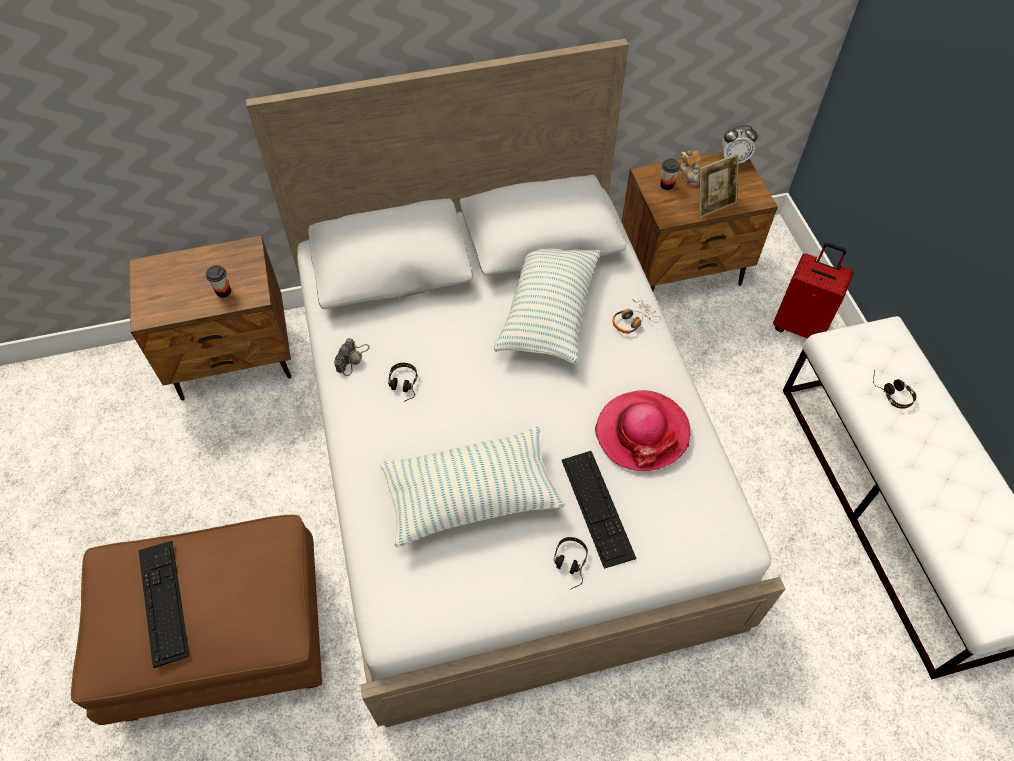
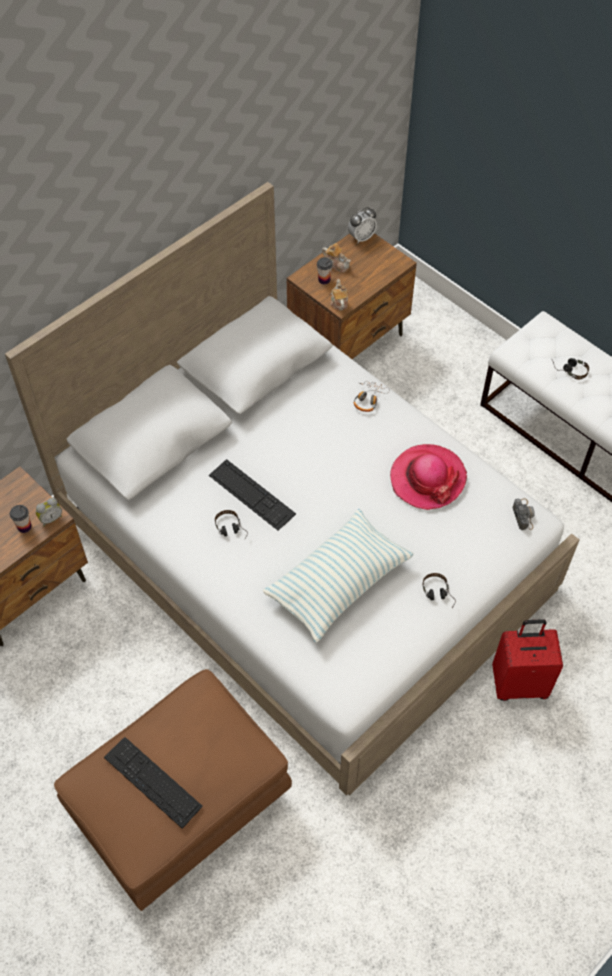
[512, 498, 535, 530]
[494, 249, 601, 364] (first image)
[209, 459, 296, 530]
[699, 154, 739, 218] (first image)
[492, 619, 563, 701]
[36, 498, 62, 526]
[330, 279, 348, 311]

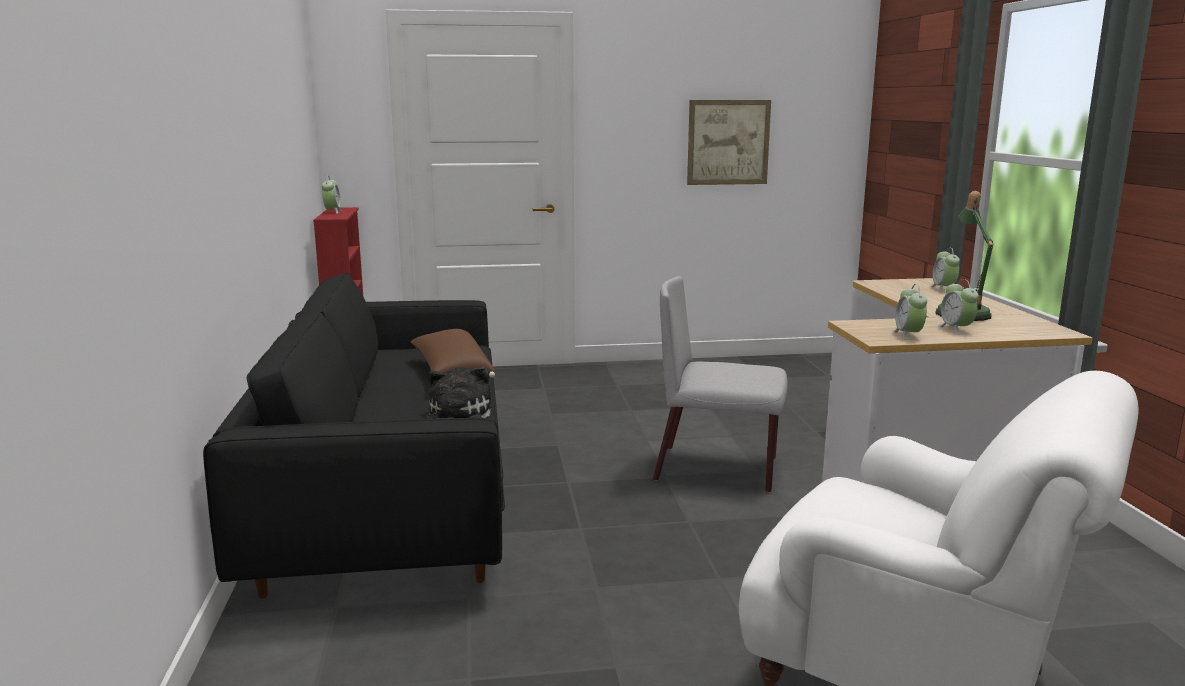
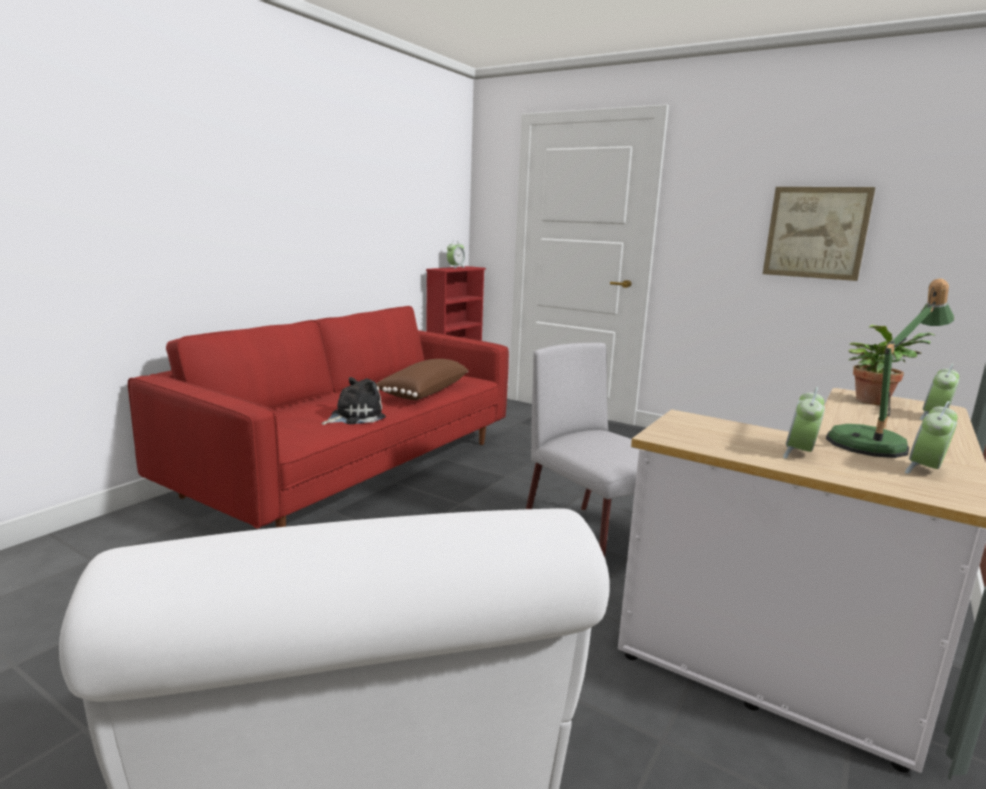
[128, 306, 509, 528]
[905, 401, 958, 474]
[848, 325, 935, 405]

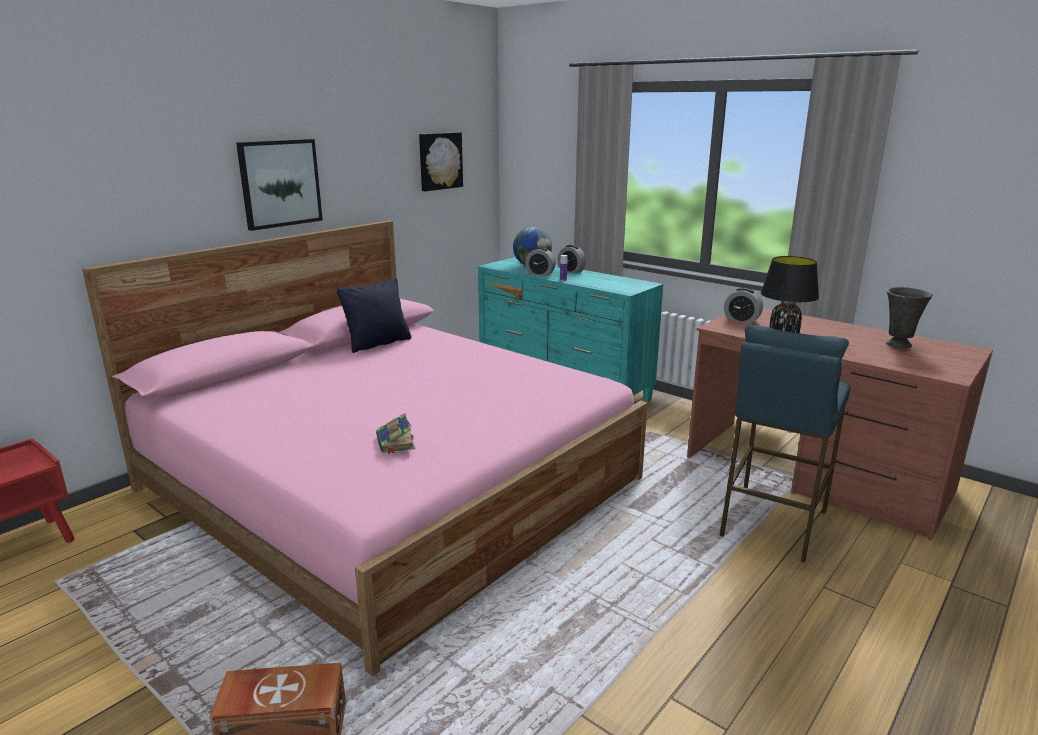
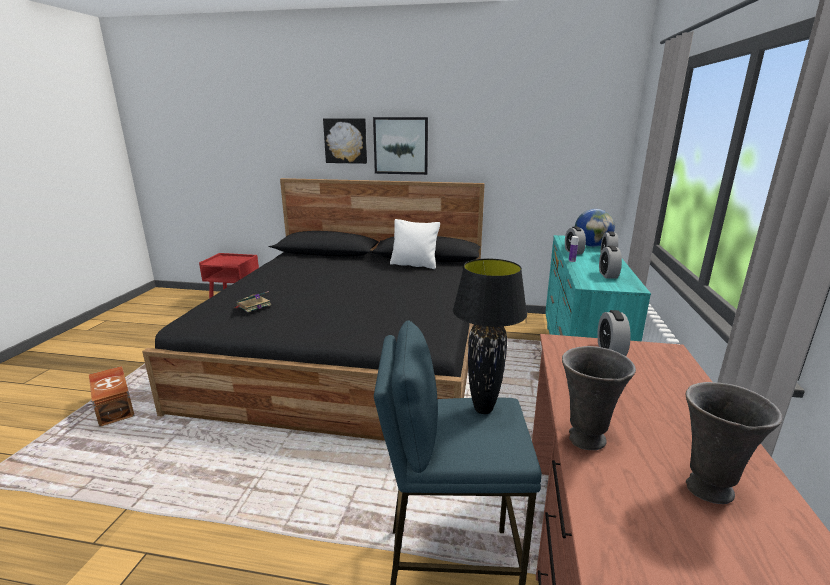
[142, 178, 485, 441]
[390, 219, 440, 269]
[323, 118, 367, 164]
[562, 346, 636, 450]
[599, 246, 622, 279]

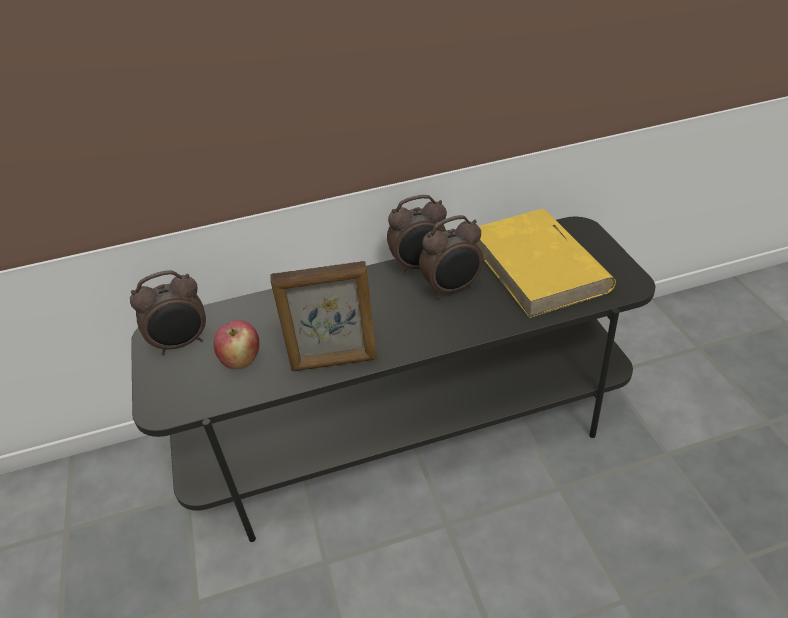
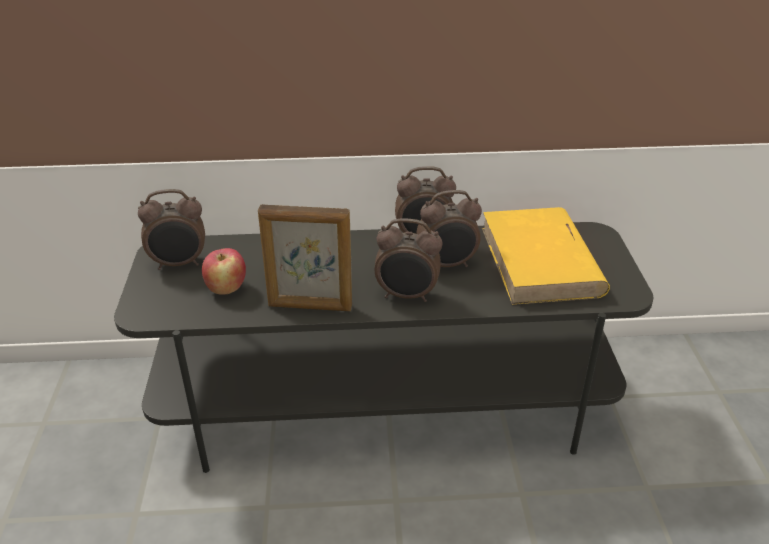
[375, 218, 442, 302]

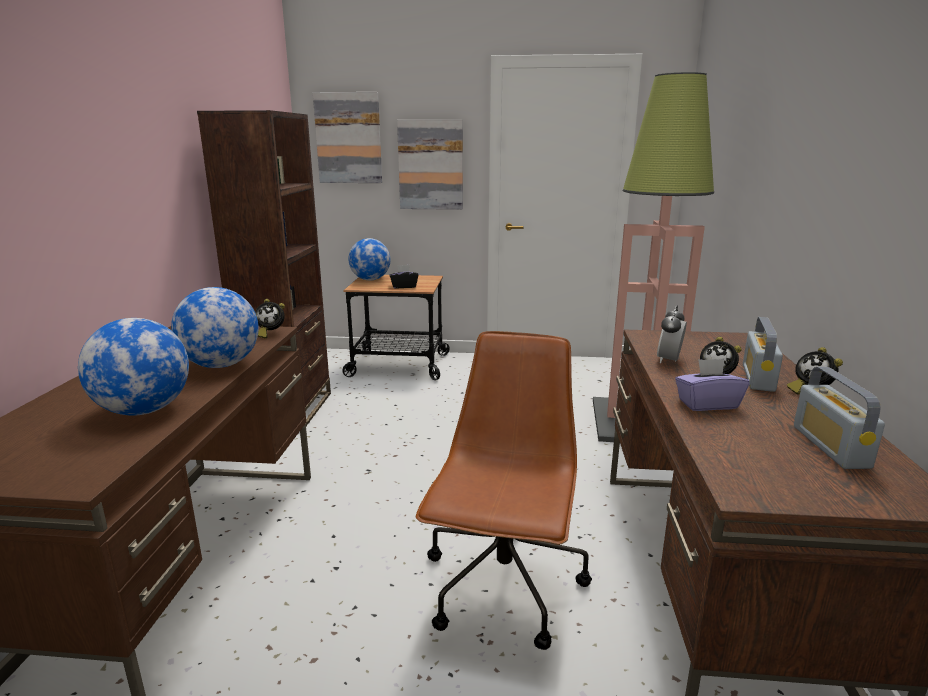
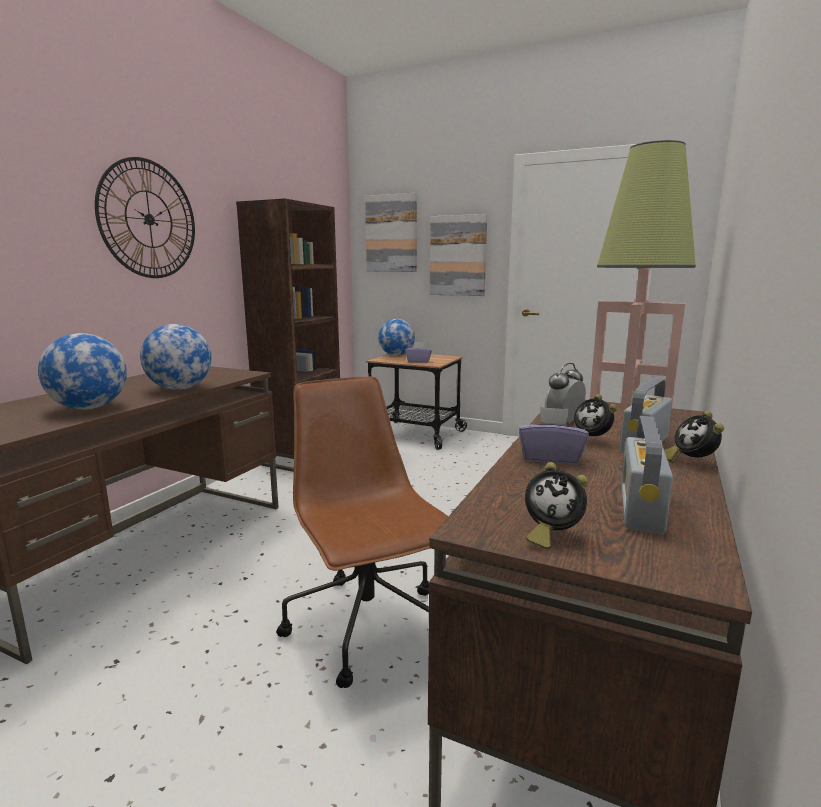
[525, 462, 588, 549]
[405, 342, 432, 363]
[276, 376, 448, 688]
[95, 157, 195, 278]

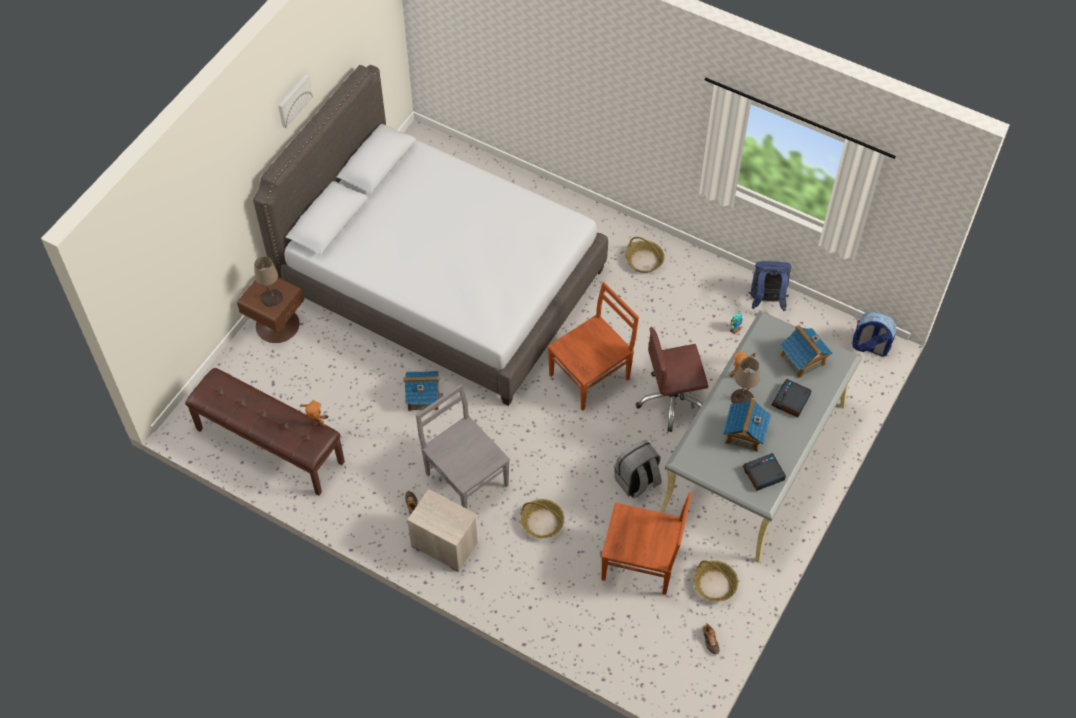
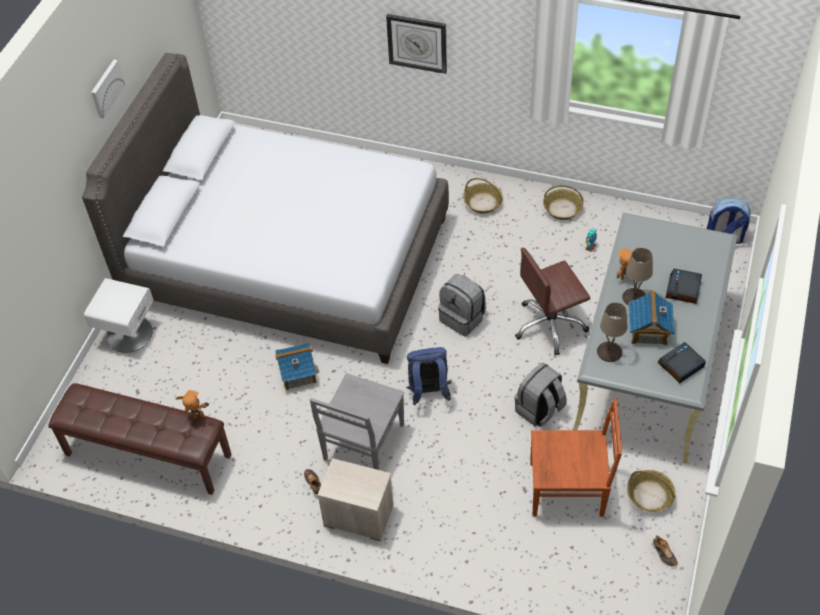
[84, 278, 153, 353]
[597, 302, 627, 362]
[310, 373, 404, 470]
[543, 185, 584, 220]
[438, 274, 486, 336]
[406, 347, 451, 405]
[780, 325, 832, 378] (first image)
[386, 14, 447, 74]

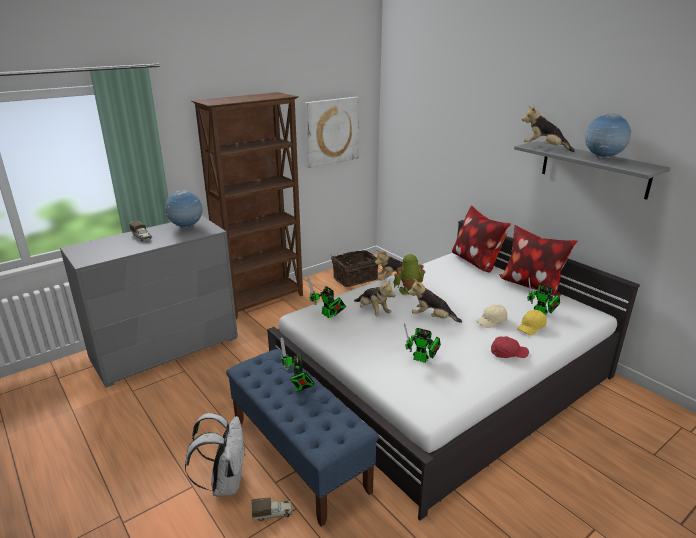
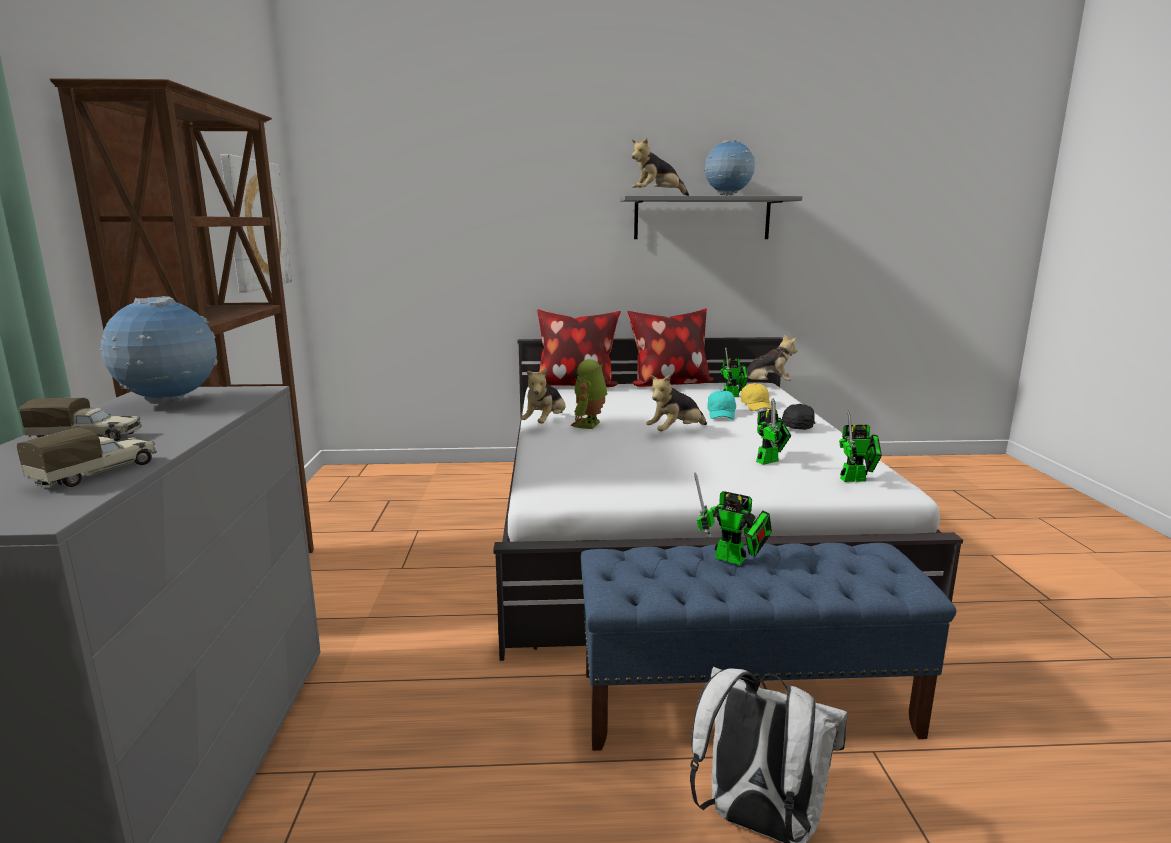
[17, 428, 157, 487]
[839, 411, 882, 482]
[331, 250, 378, 287] (first image)
[737, 334, 797, 385]
[707, 390, 736, 420]
[782, 404, 815, 430]

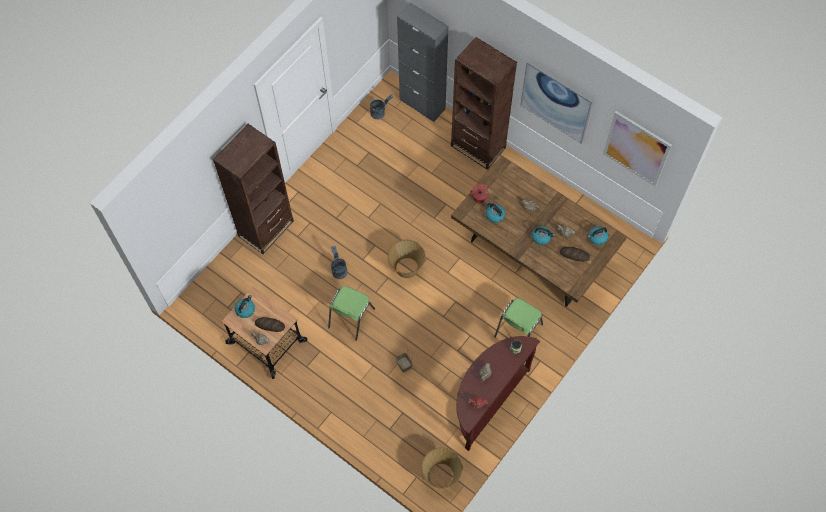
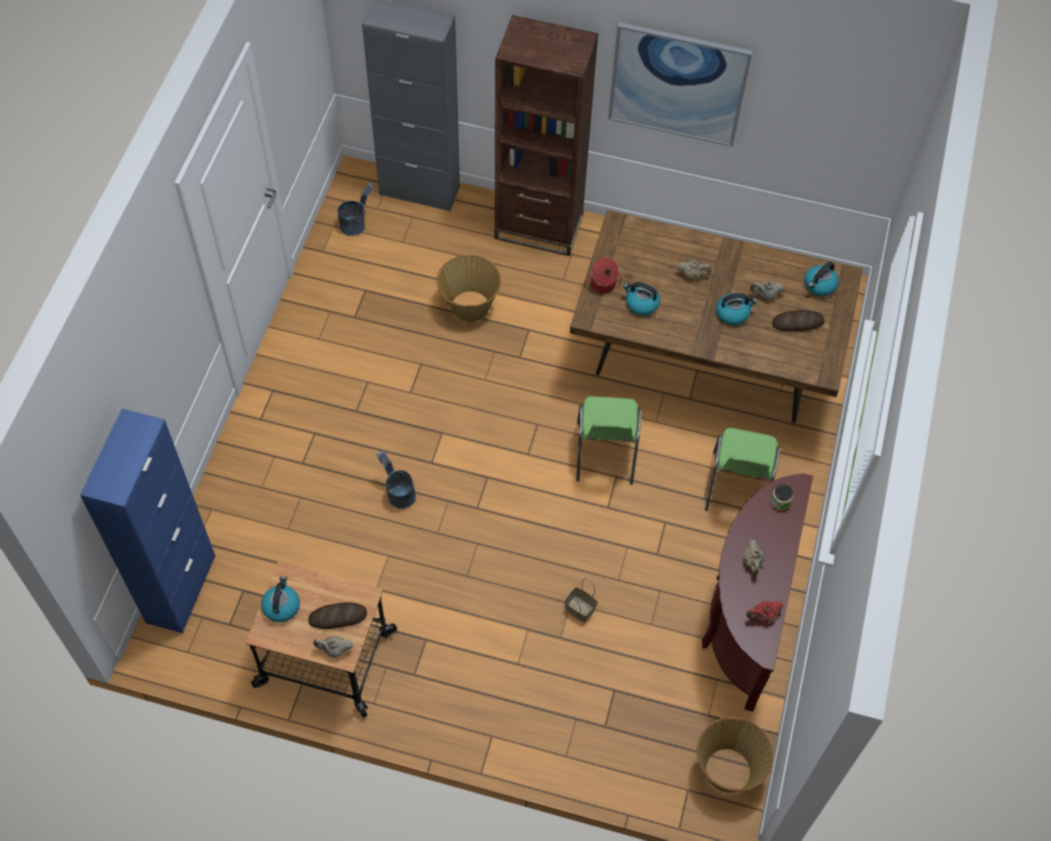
[213, 124, 294, 254] (first image)
[576, 396, 641, 485]
[437, 255, 501, 322]
[603, 111, 672, 186] (first image)
[80, 409, 215, 633]

